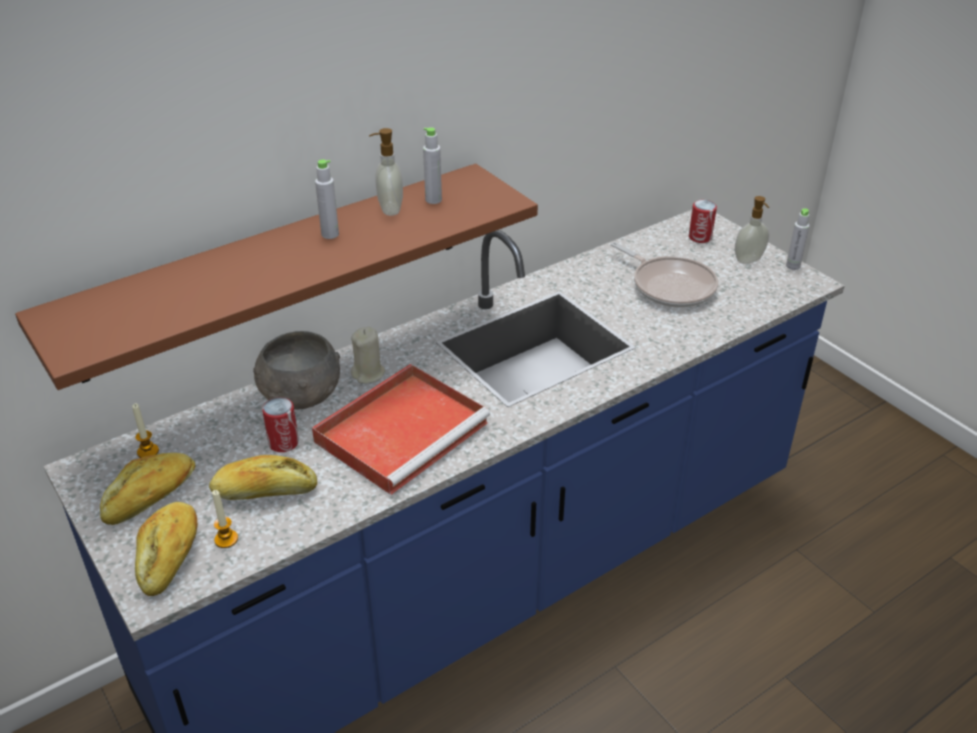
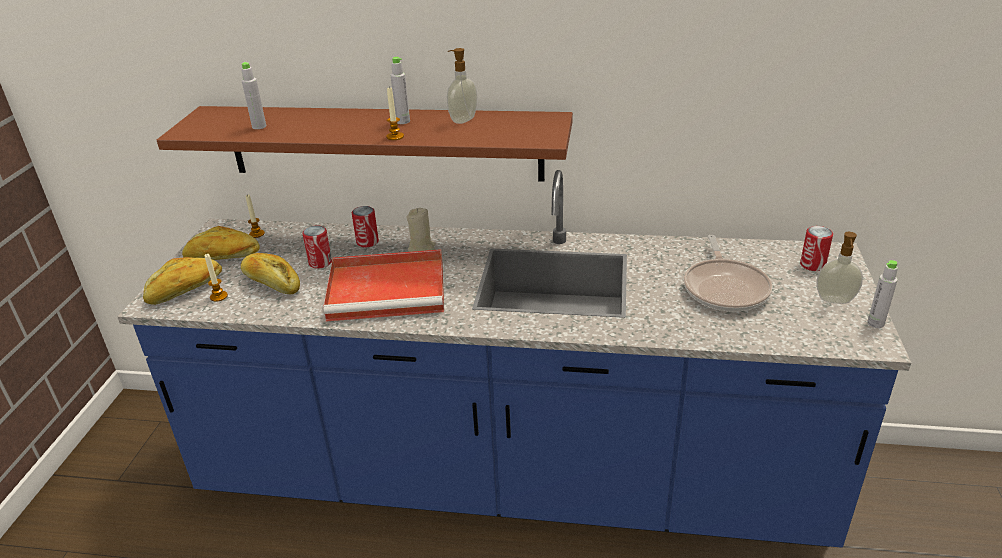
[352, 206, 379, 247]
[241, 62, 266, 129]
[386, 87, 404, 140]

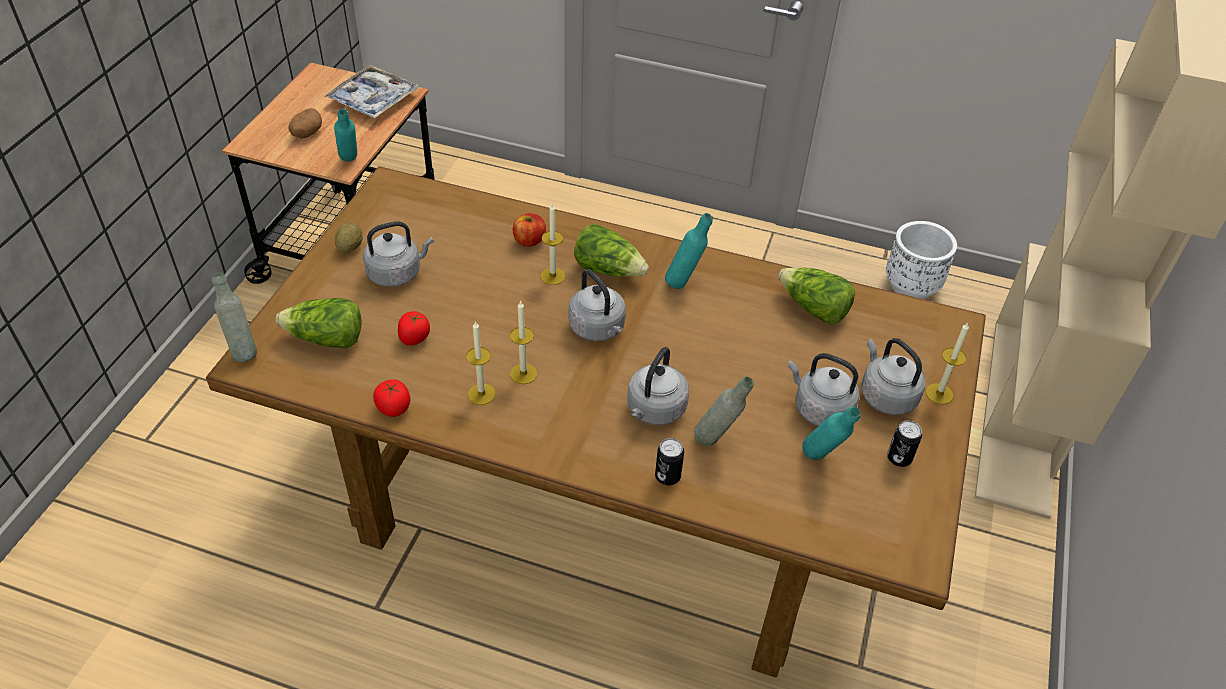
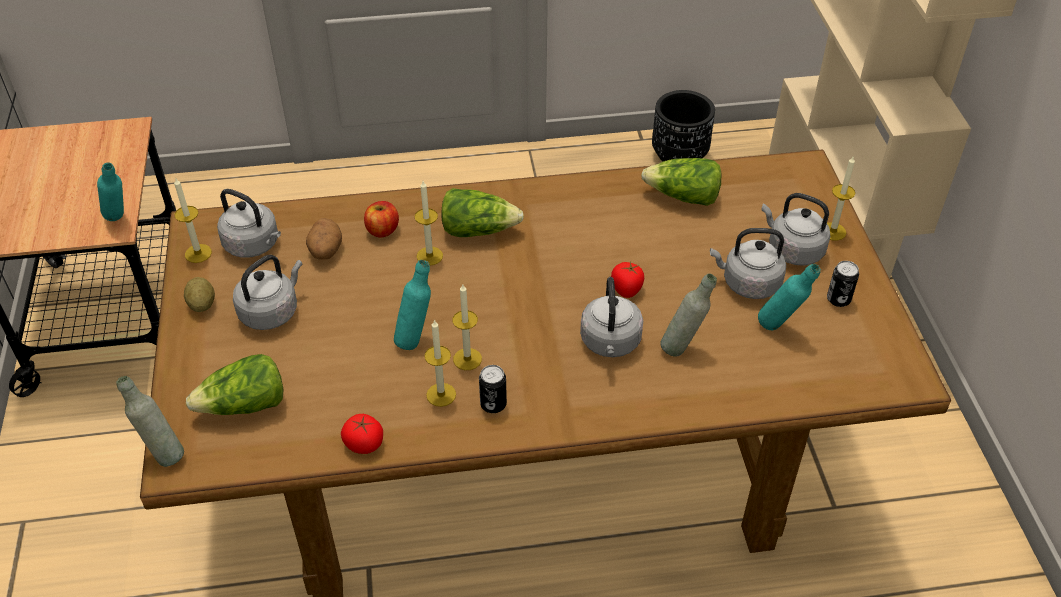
[306, 218, 342, 260]
[324, 65, 418, 118] (first image)
[611, 261, 644, 298]
[217, 189, 281, 258]
[479, 365, 507, 413]
[394, 260, 431, 350]
[652, 90, 715, 162]
[174, 177, 212, 263]

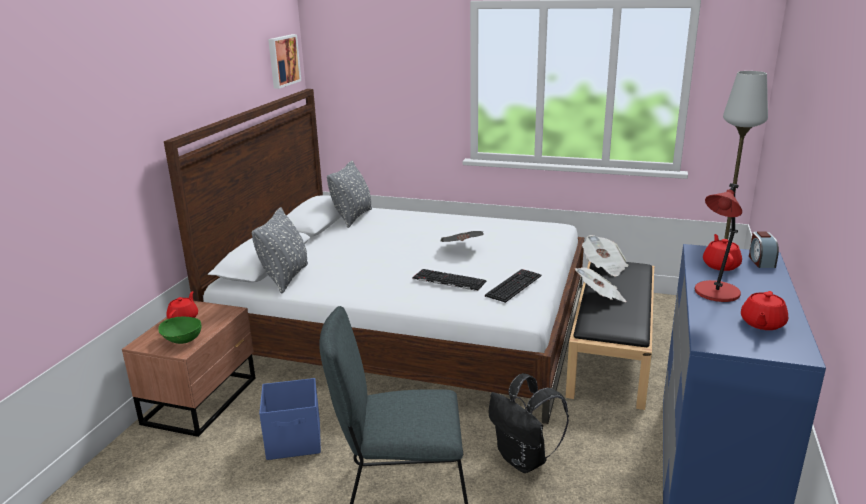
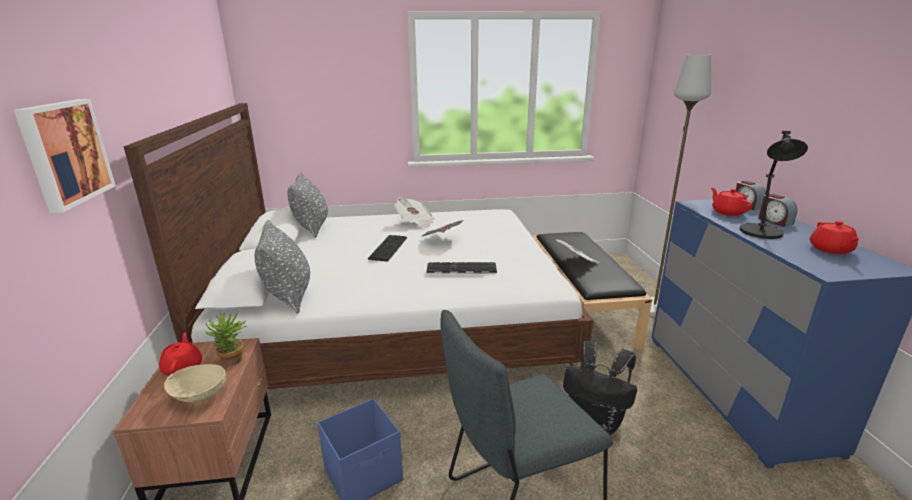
[164, 364, 226, 403]
[14, 99, 116, 213]
[368, 235, 407, 262]
[394, 198, 435, 228]
[740, 131, 808, 239]
[205, 310, 246, 366]
[759, 194, 797, 227]

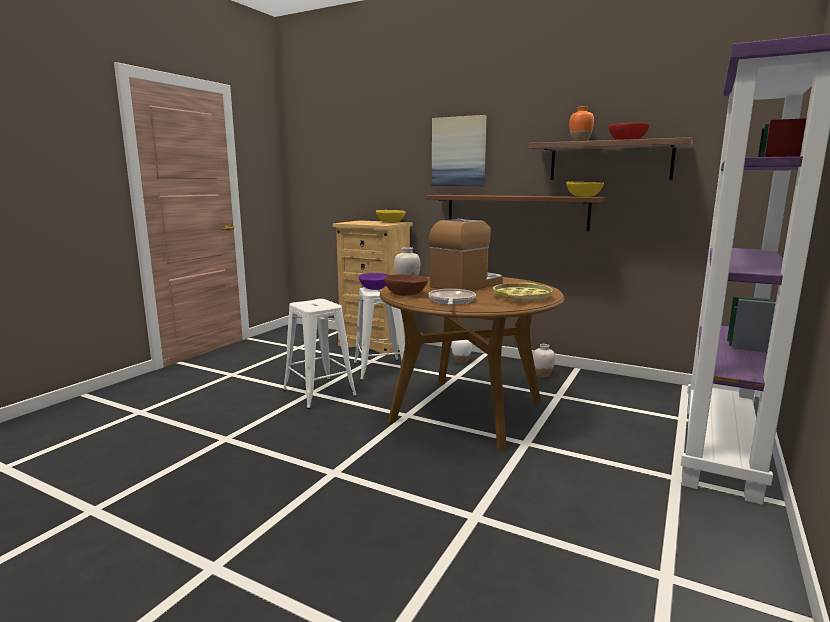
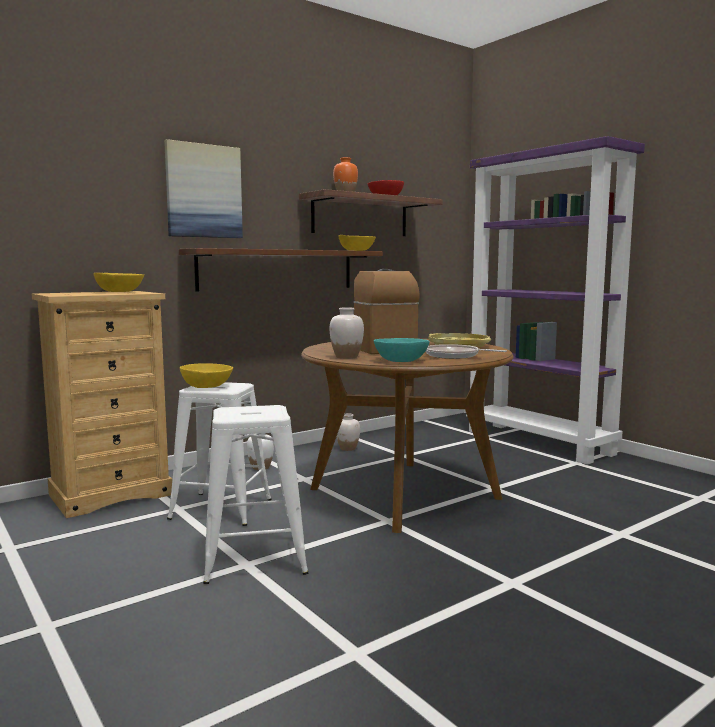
[180, 364, 233, 388]
[374, 338, 430, 362]

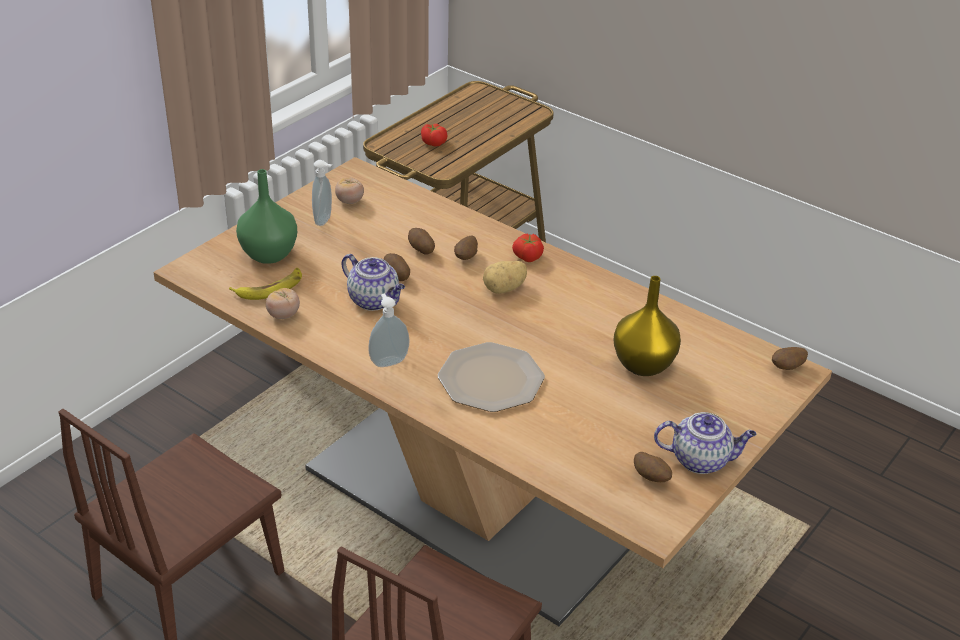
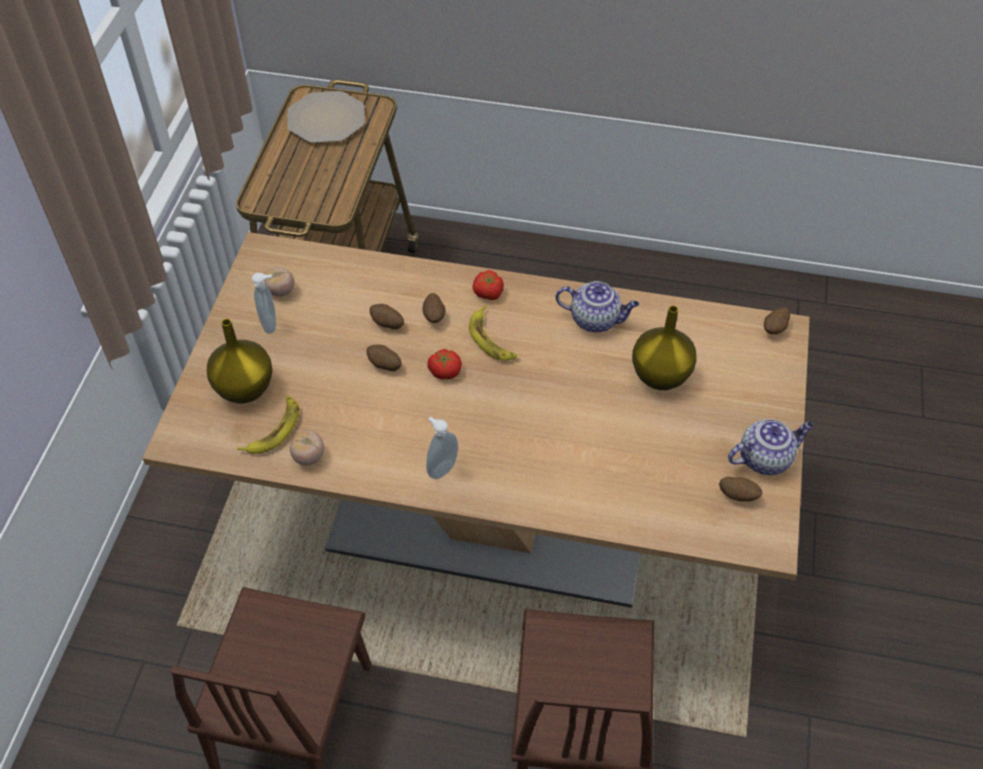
[207, 319, 273, 403]
[556, 281, 639, 332]
[427, 349, 462, 379]
[287, 91, 365, 143]
[469, 306, 517, 361]

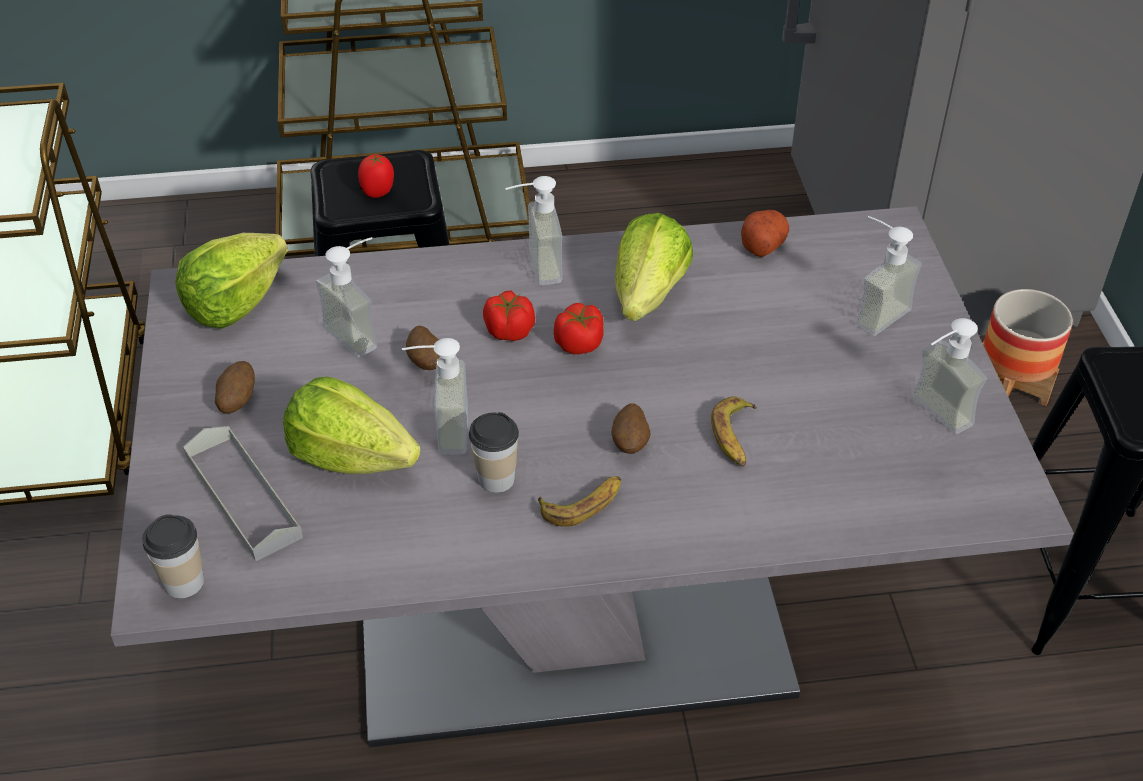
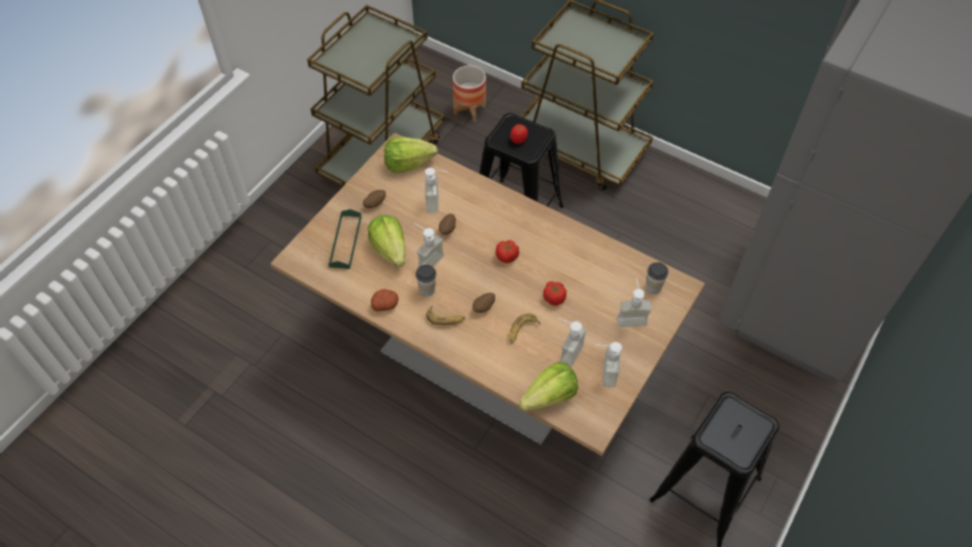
[270, 132, 705, 456]
[646, 262, 669, 294]
[329, 209, 362, 269]
[543, 281, 567, 306]
[558, 318, 586, 367]
[519, 362, 578, 411]
[371, 289, 398, 312]
[453, 65, 486, 122]

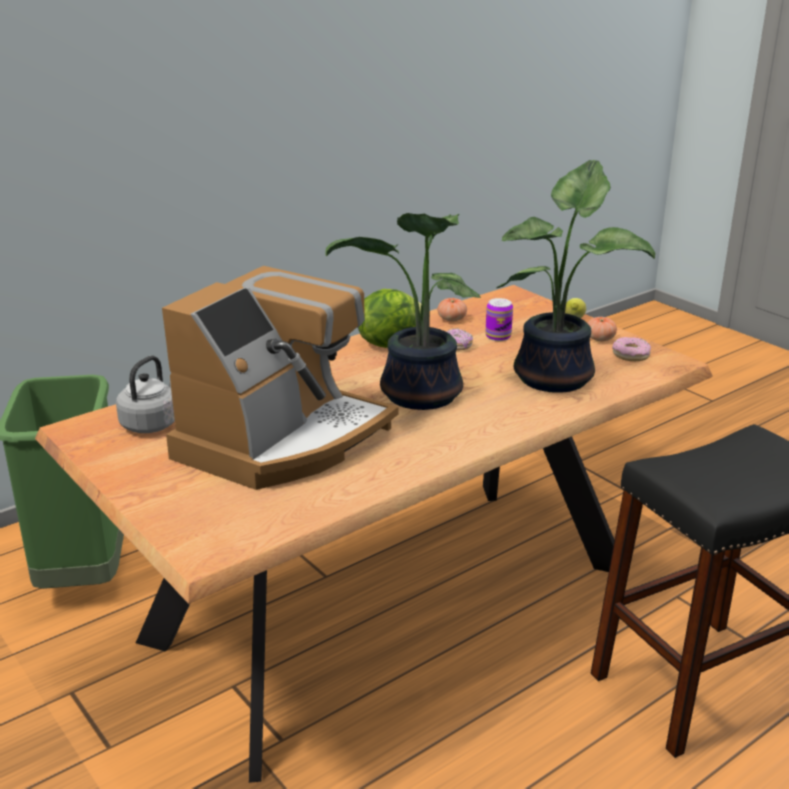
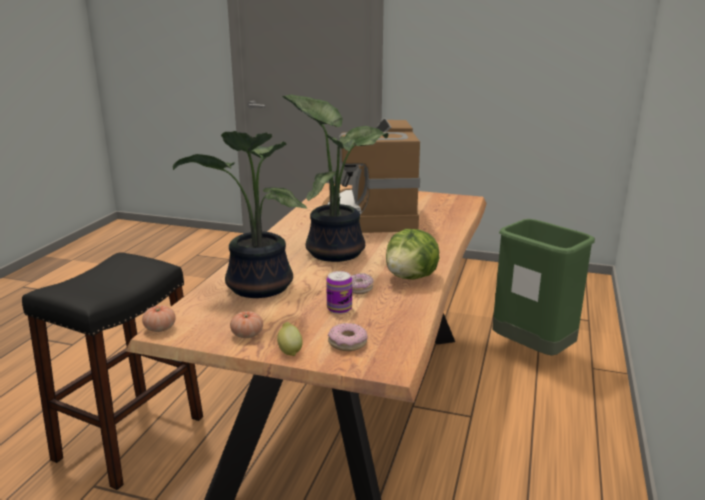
[116, 356, 175, 433] (first image)
[142, 306, 176, 332]
[328, 323, 368, 351]

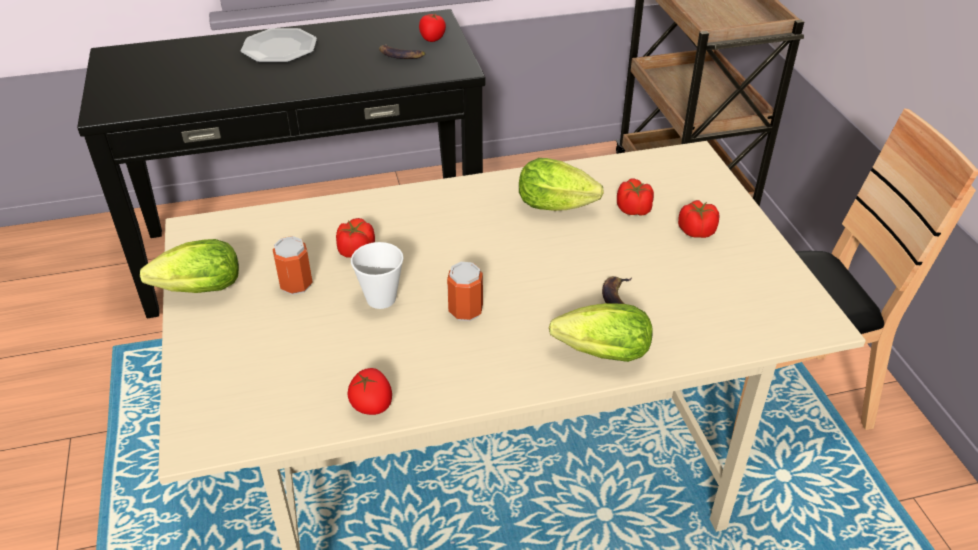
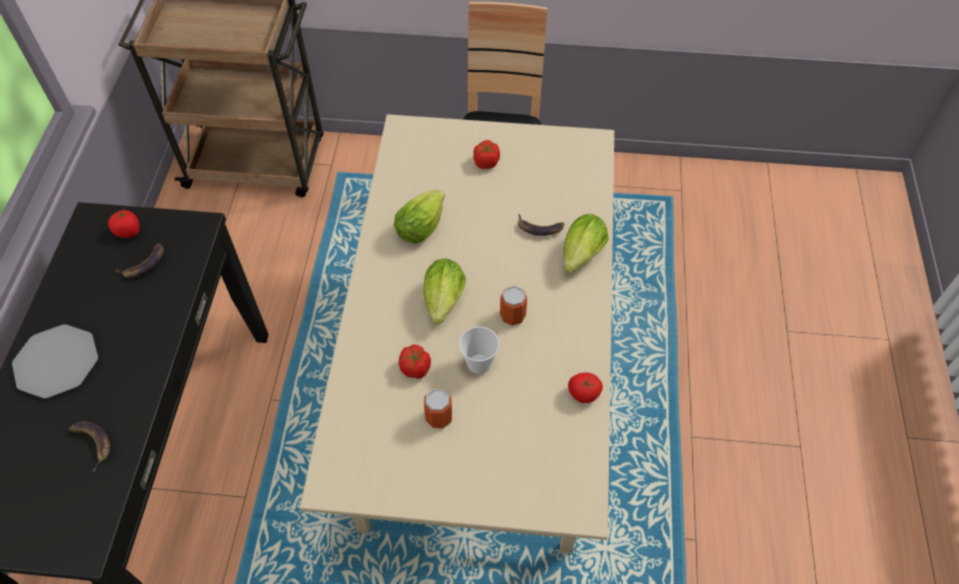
[423, 258, 466, 324]
[617, 179, 654, 215] (first image)
[68, 421, 110, 472]

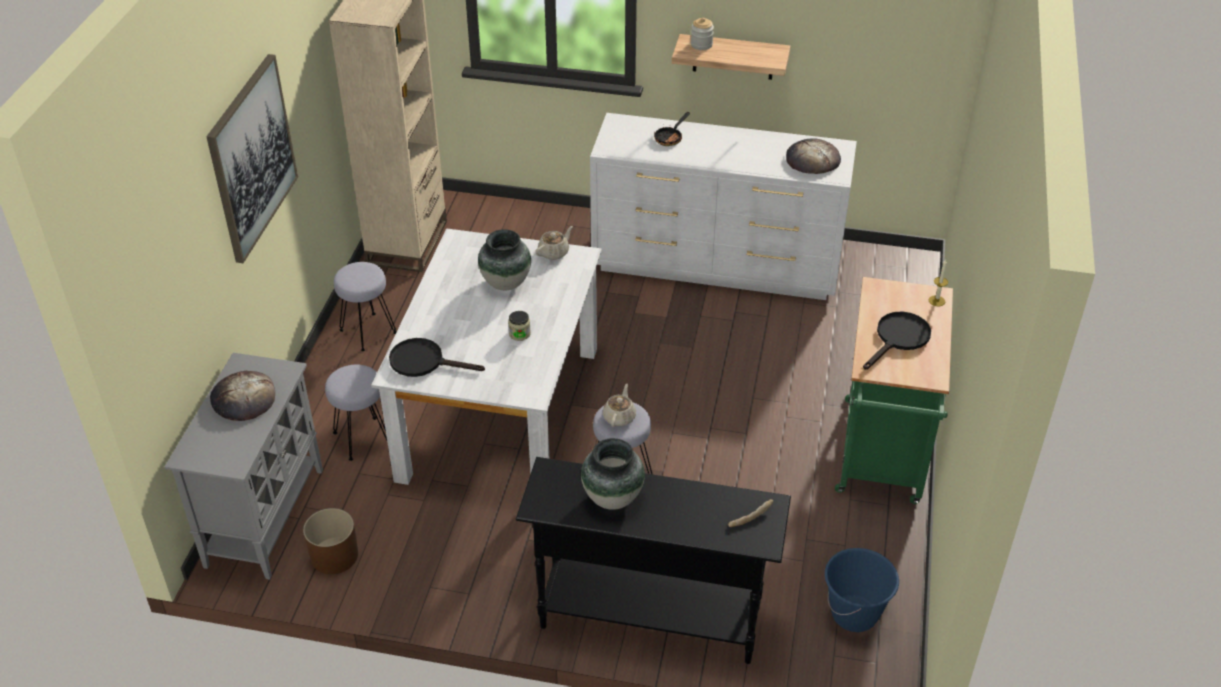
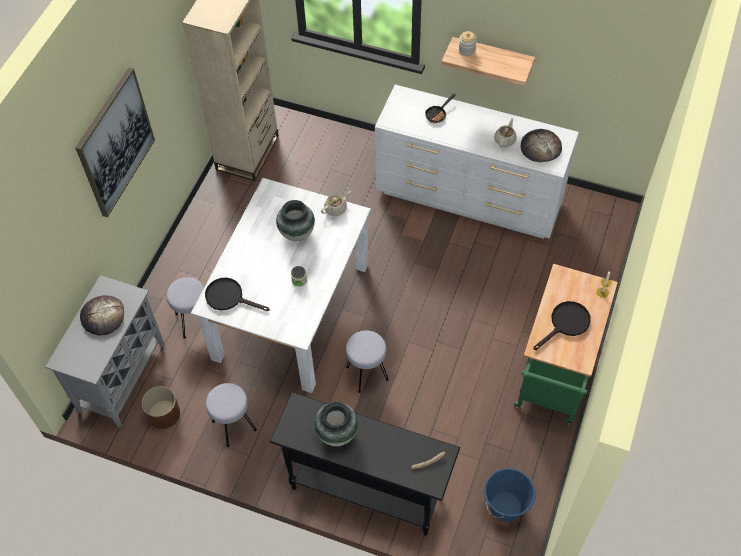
[206, 383, 257, 447]
[494, 118, 517, 147]

